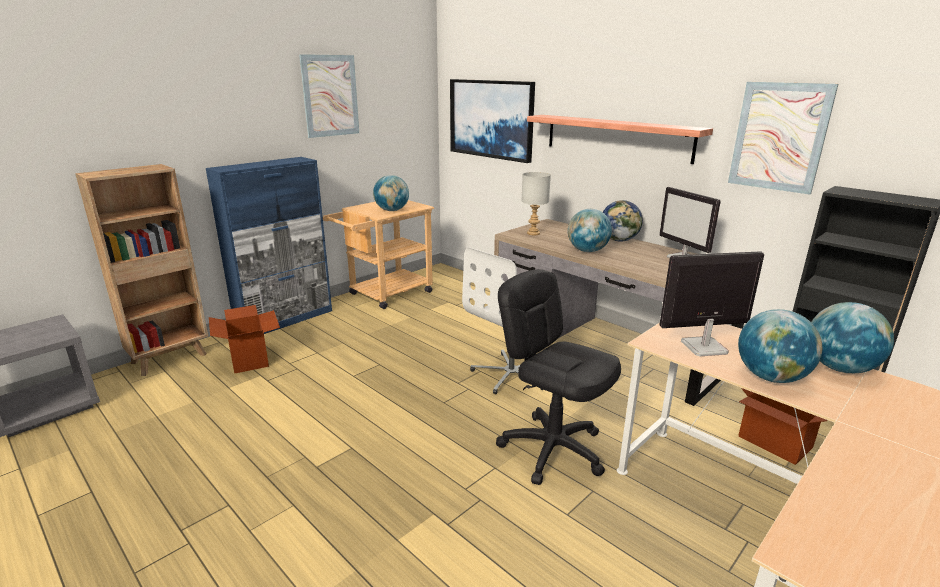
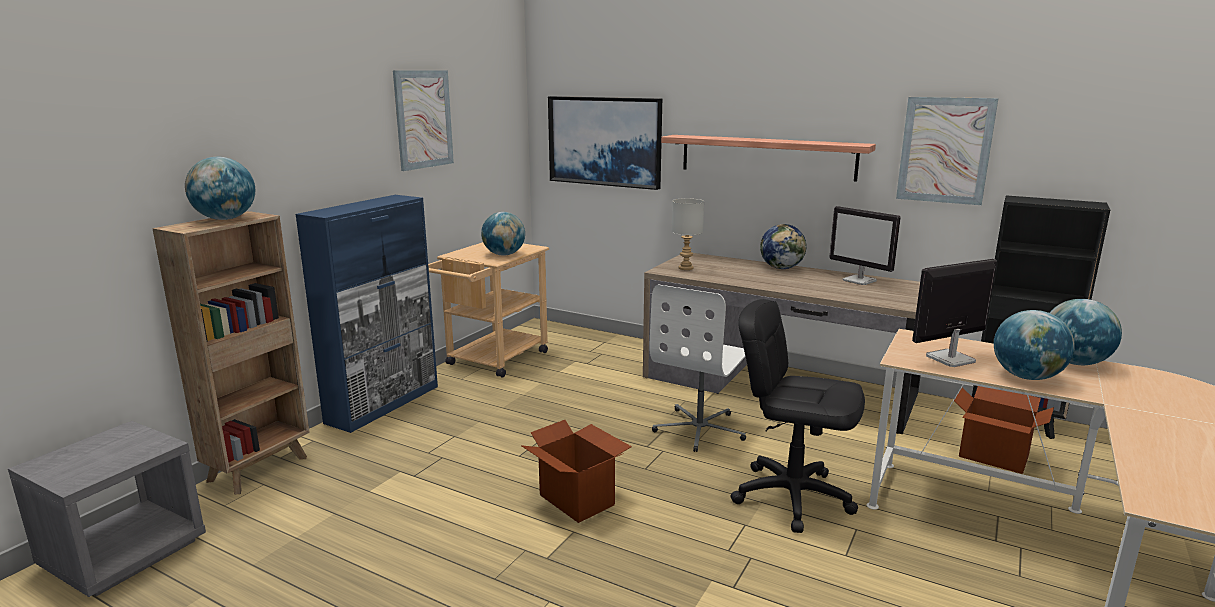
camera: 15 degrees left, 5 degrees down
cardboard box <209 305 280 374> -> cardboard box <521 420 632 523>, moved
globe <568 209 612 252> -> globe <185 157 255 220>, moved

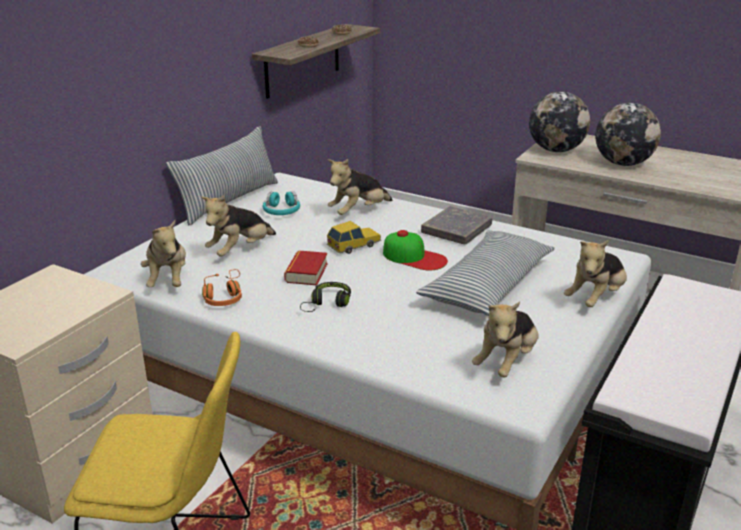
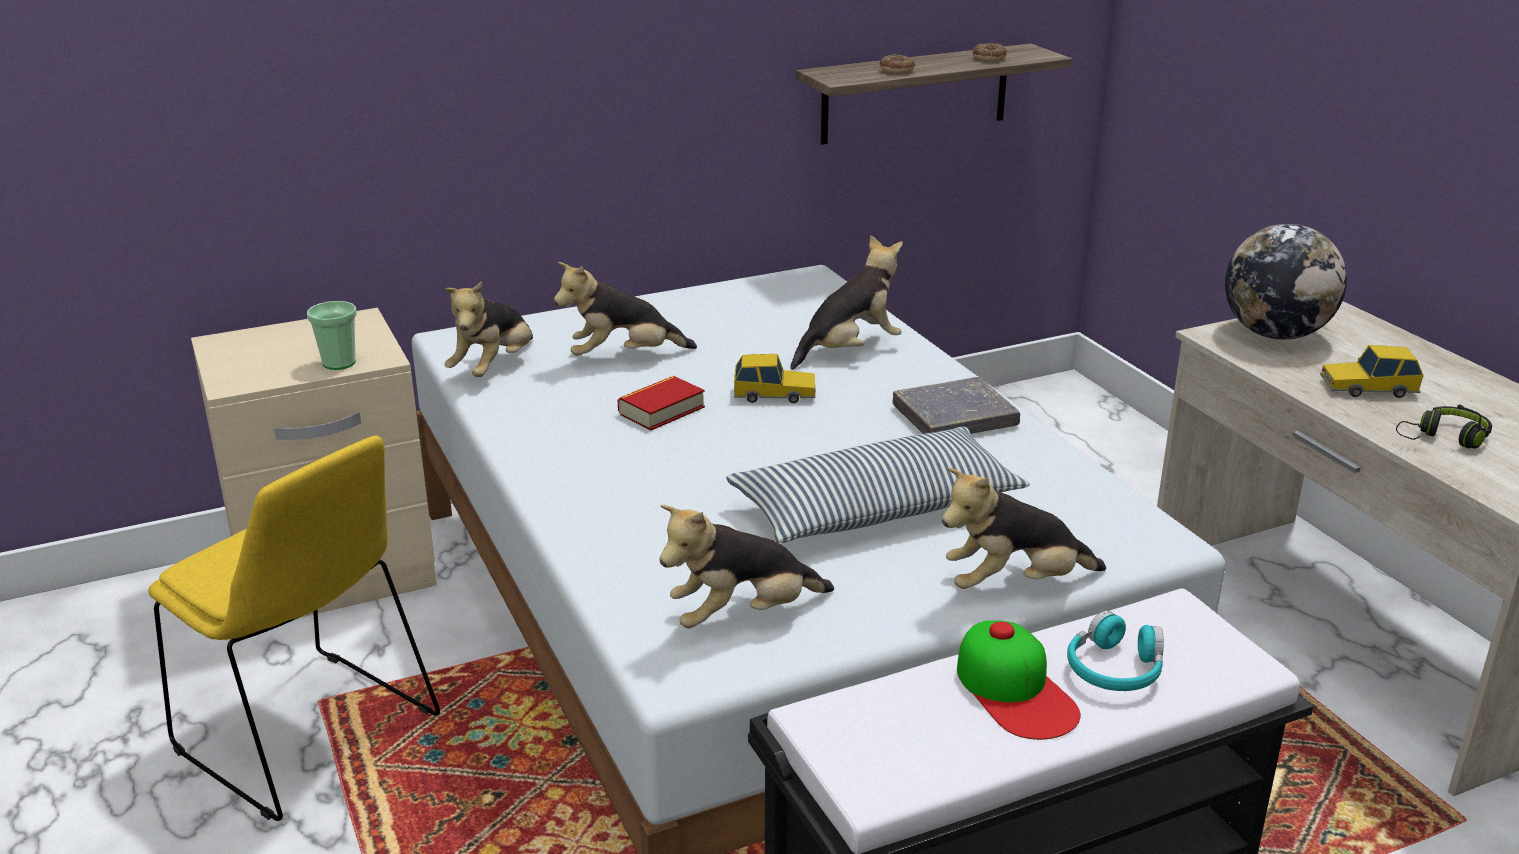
camera: 35 degrees right, 0 degrees up
pillow <166 126 278 225> -> none
orange headphones <202 269 242 306> -> none
turquoise headphones <263 191 300 215> -> turquoise headphones <1067 611 1164 691>, moved
black headphones <300 282 351 312> -> black headphones <1396 404 1492 449>, moved
plush toy <328 159 392 215> -> plush toy <790 235 903 370>, 150 degrees clockwise
cap <383 230 448 271> -> cap <957 620 1081 740>, moved
globe <595 103 661 166> -> toy car <1320 345 1424 398>
none -> cup <307 301 357 370>

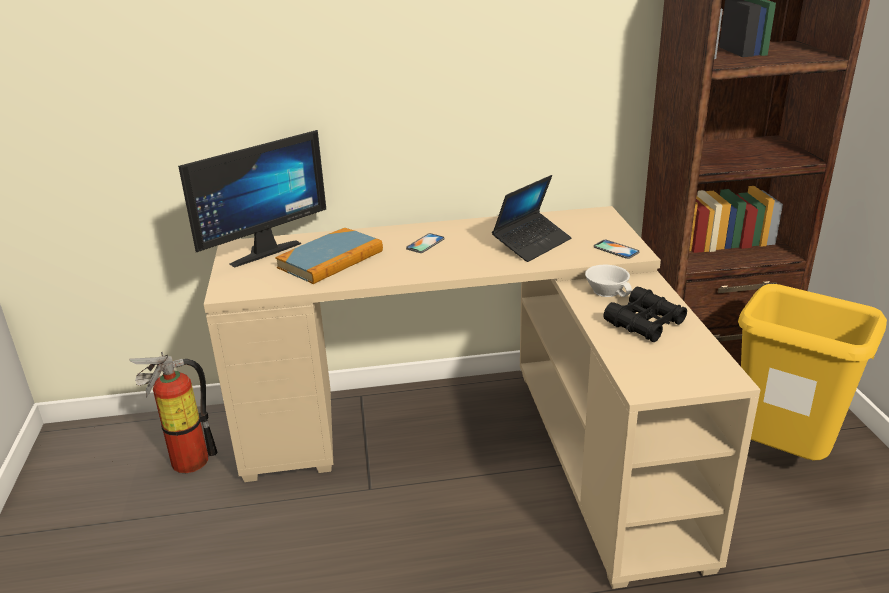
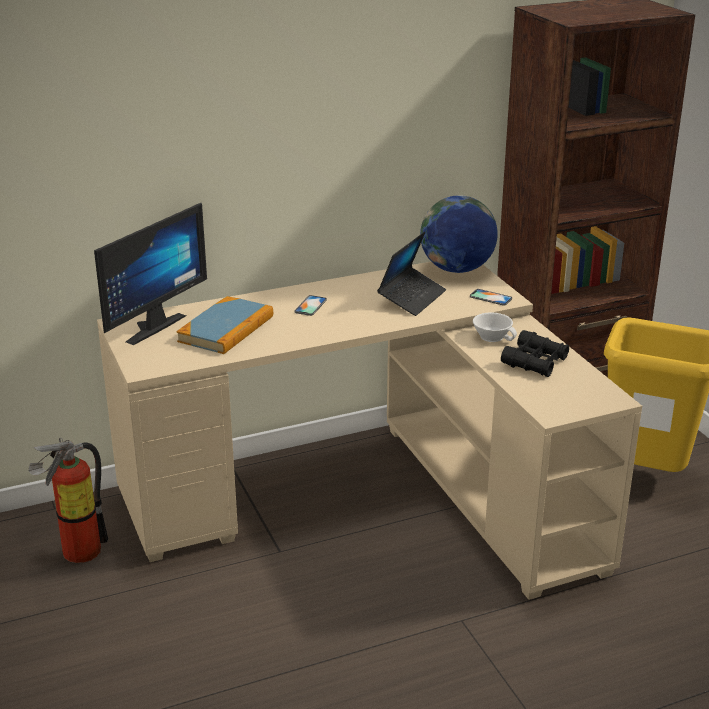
camera: 15 degrees left, 0 degrees up
none -> globe <420 195 498 273>

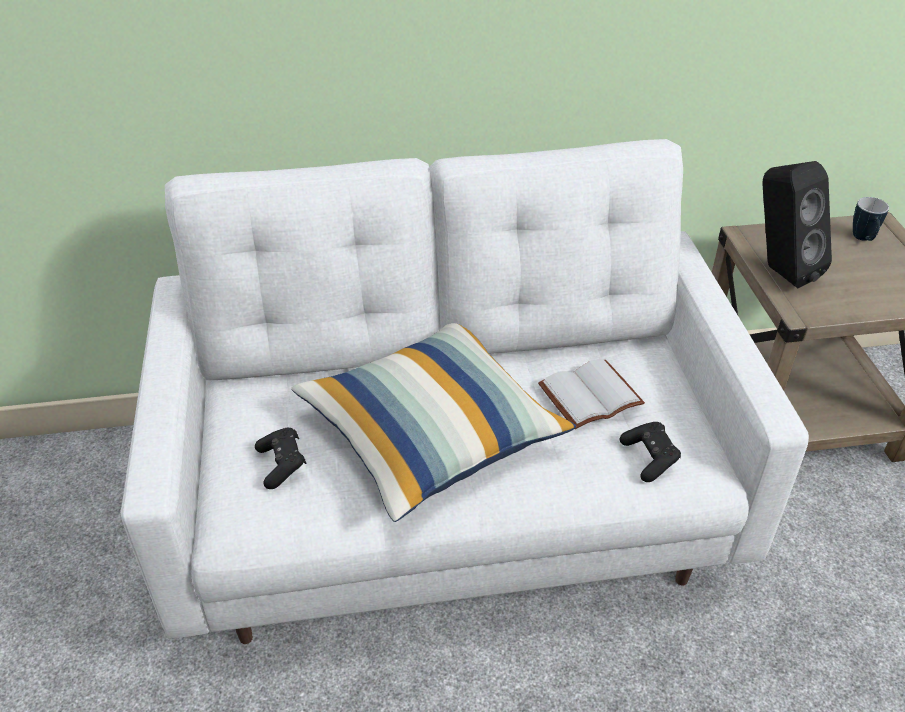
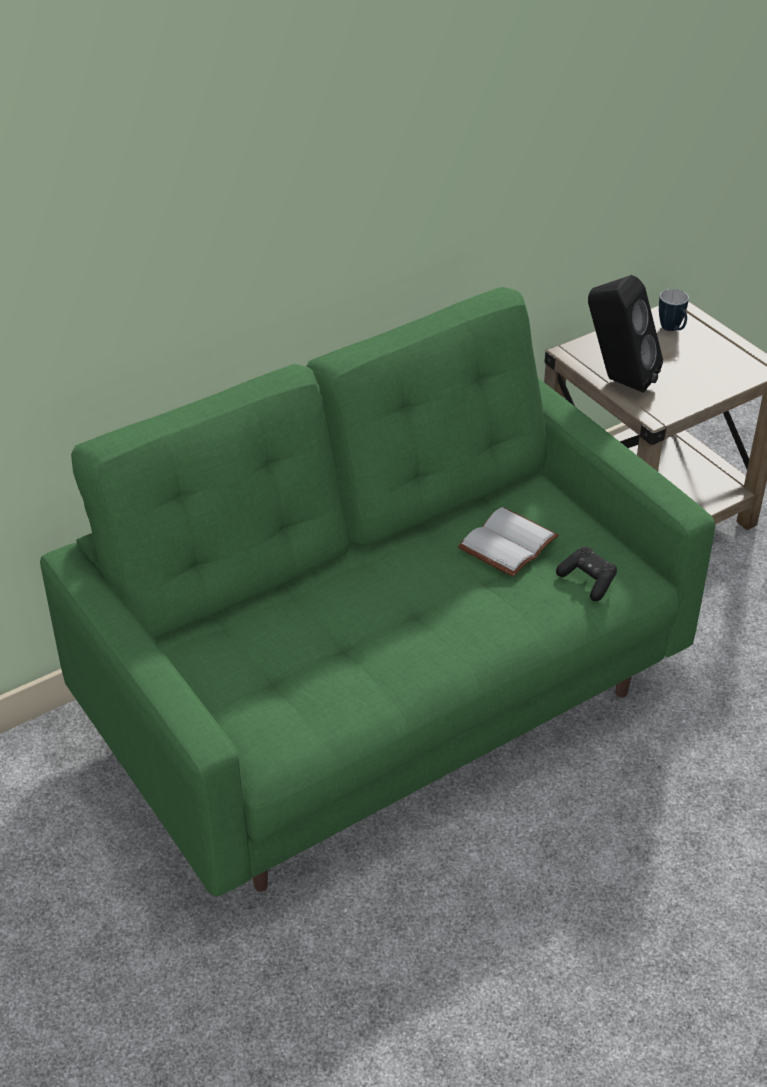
camera: 25 degrees left, 0 degrees up
white sofa <120 139 809 644> -> green sofa <40 287 715 897>
black game controller <255 428 306 489> -> none
pillow <291 323 576 522> -> none

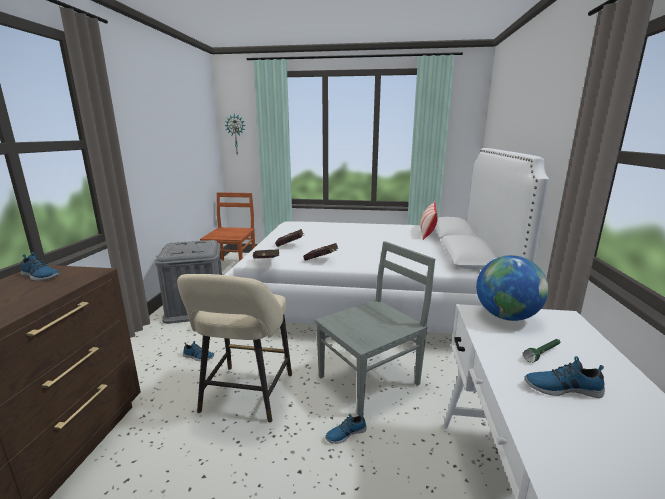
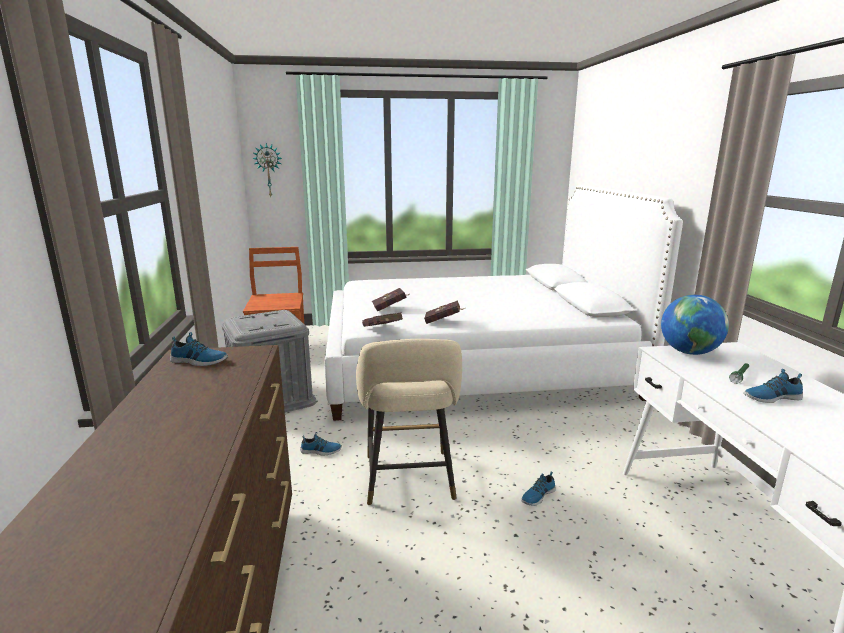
camera: 15 degrees left, 0 degrees up
grey chair <315 241 435 416> -> none
pillow <420 201 438 240> -> none

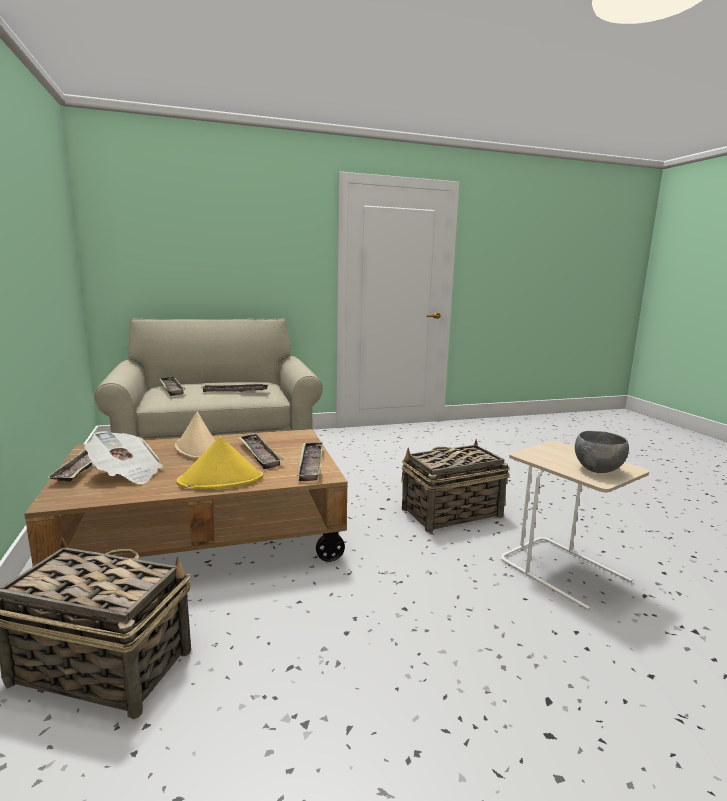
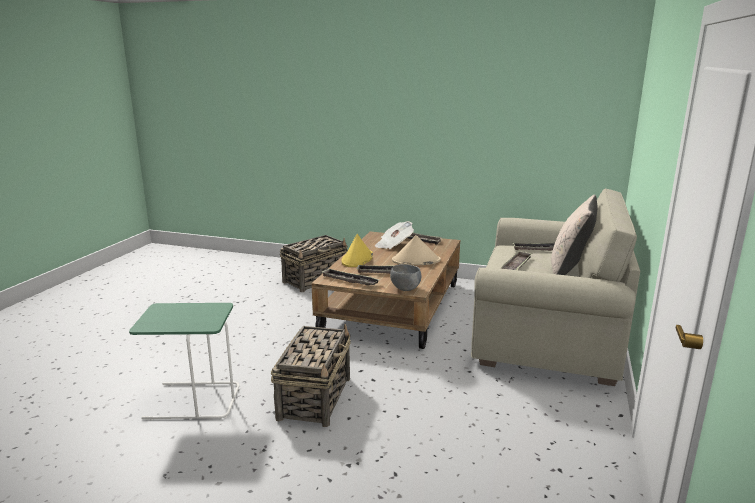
camera: 125 degrees right, 5 degrees up
beige side table <500 441 649 611> -> green side table <129 303 240 420>
grey bowl <575 431 629 473> -> grey bowl <390 264 421 291>, moved
none -> beige pillow <551 195 598 275>

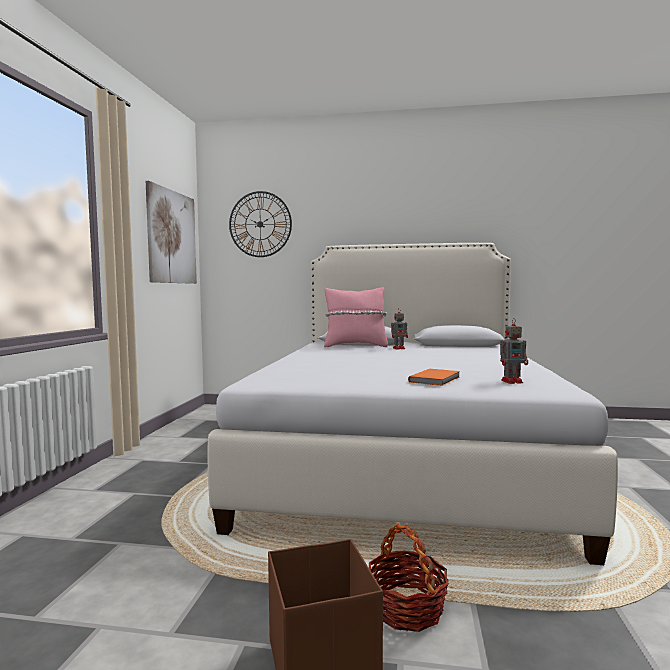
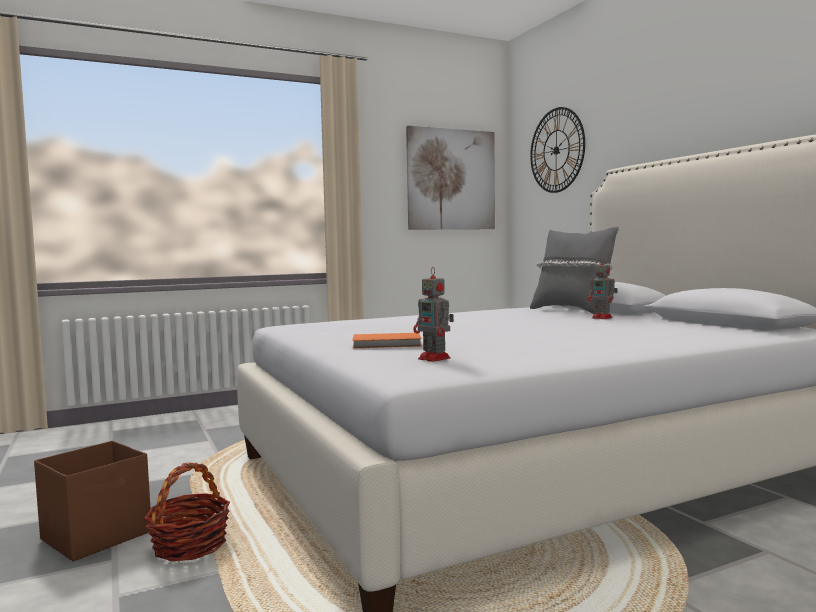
camera: 55 degrees right, 0 degrees up
pink pillow <324 287 388 347> -> grey pillow <530 227 619 314>

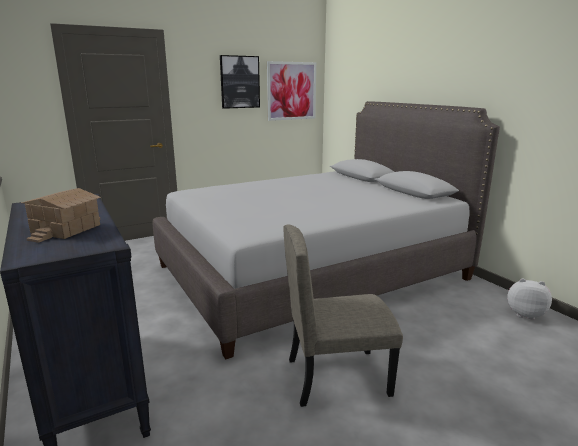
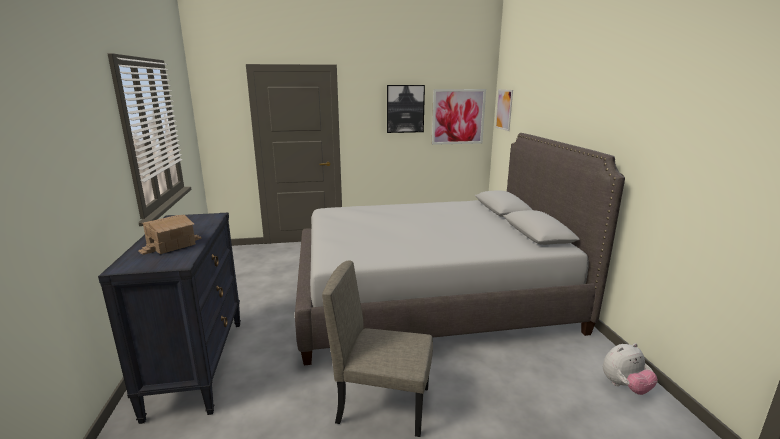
camera: 20 degrees right, 0 degrees up
plush toy <507 278 552 320> -> plush toy <603 343 658 395>, 120 degrees clockwise
none -> picture <495 89 513 131>

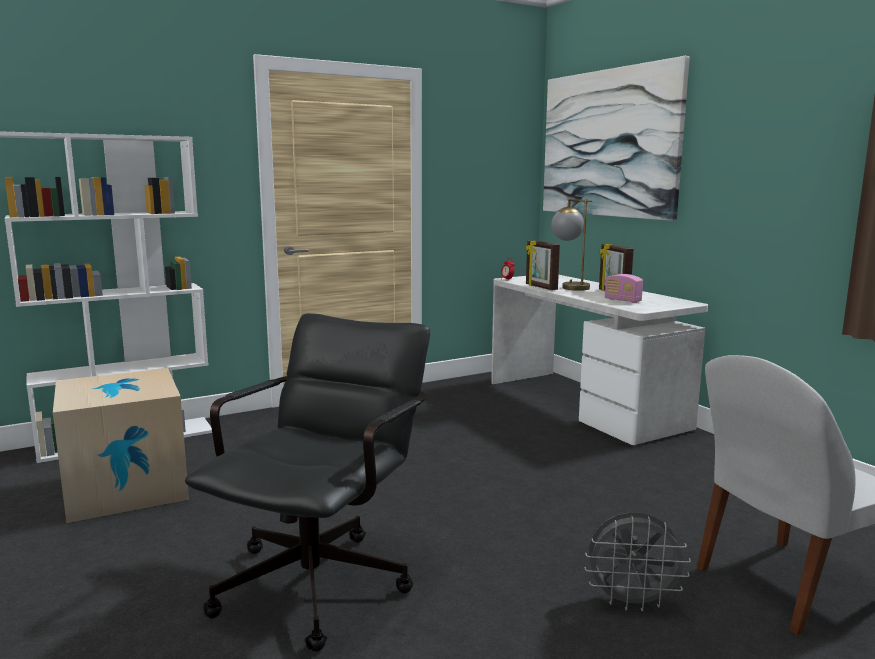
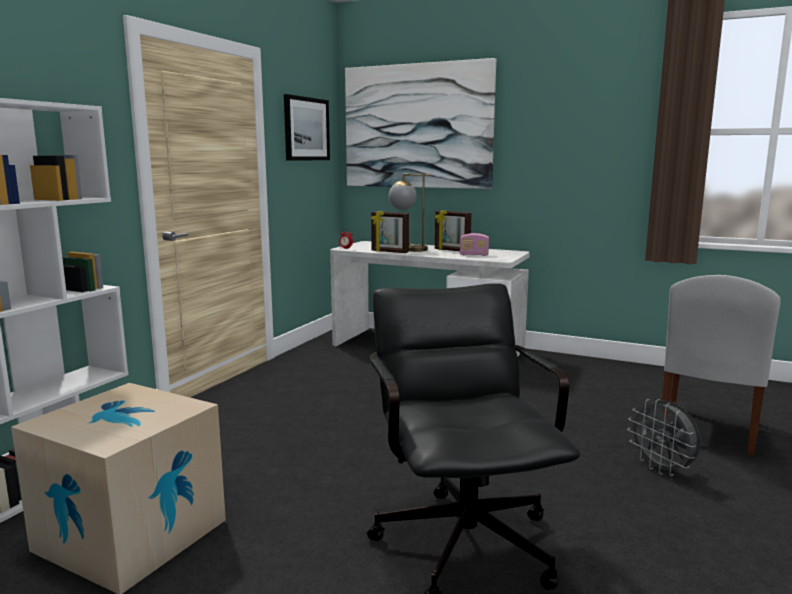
camera: 35 degrees left, 0 degrees up
grey fan <584 512 691 612> -> grey fan <627 399 701 476>, 90 degrees clockwise
none -> picture <284 94 330 161>

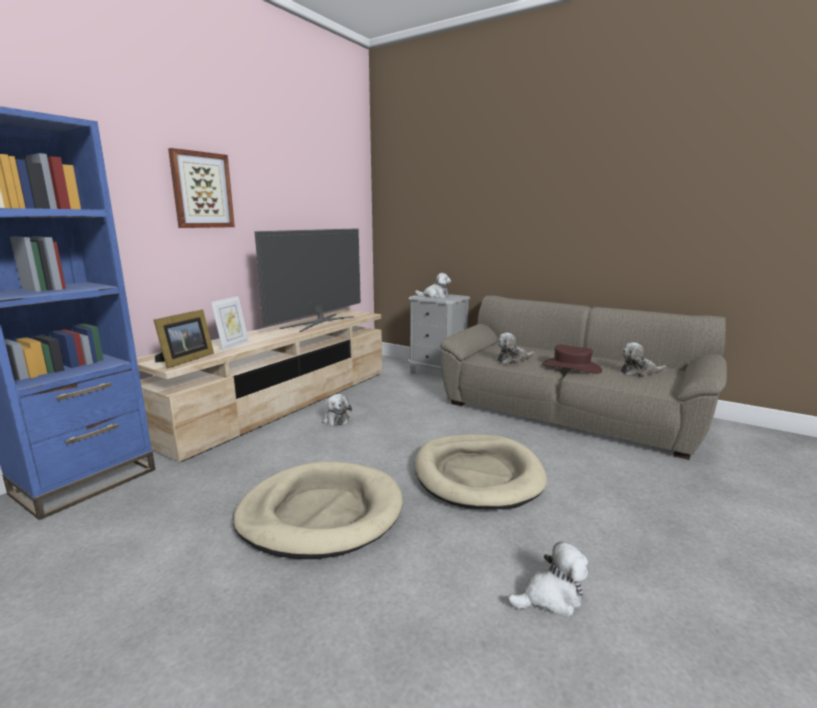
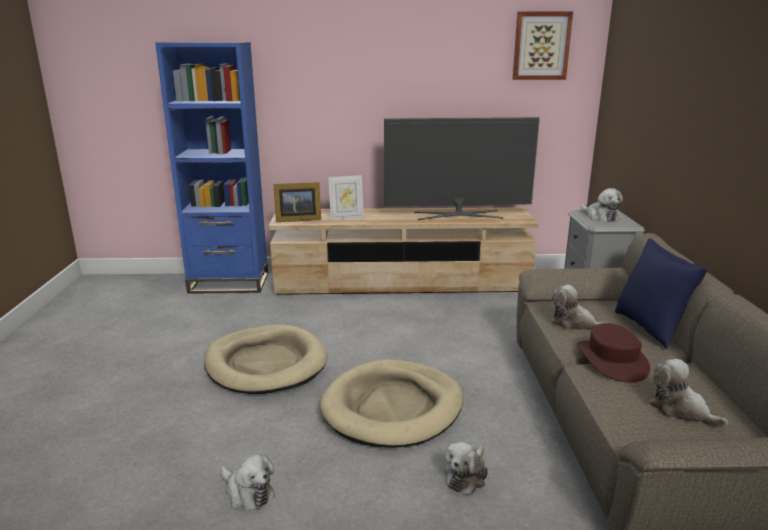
camera: 55 degrees right, 5 degrees up
picture <168 148 235 228> -> picture <513 11 573 80>, moved
plush toy <322 394 352 426> -> plush toy <444 442 488 496>, moved
none -> blue pillow <615 238 709 349>

